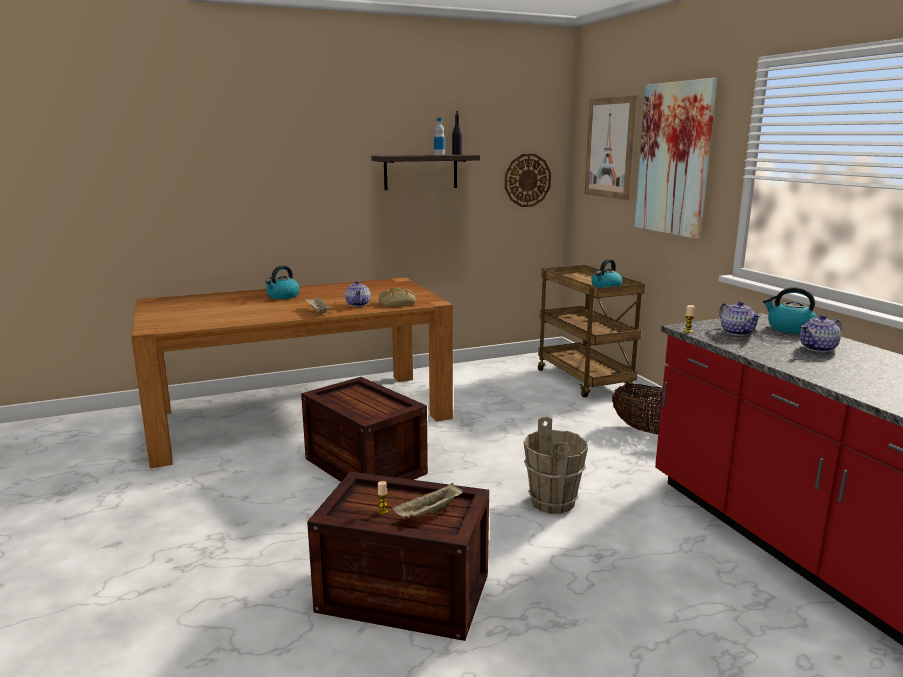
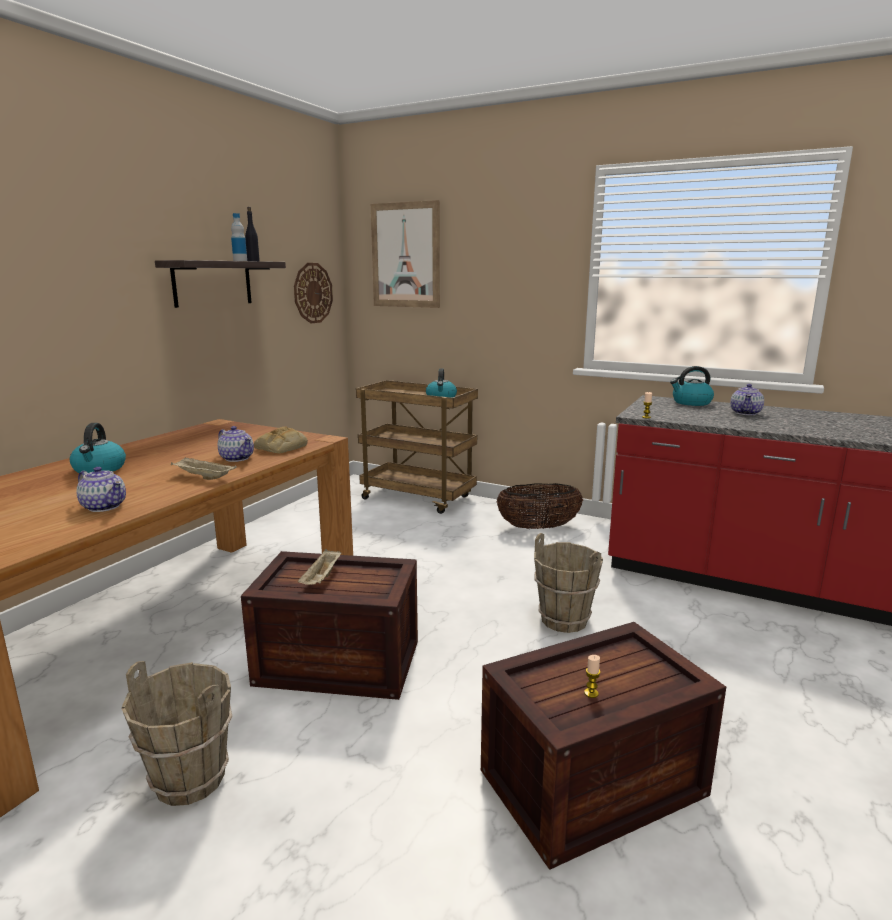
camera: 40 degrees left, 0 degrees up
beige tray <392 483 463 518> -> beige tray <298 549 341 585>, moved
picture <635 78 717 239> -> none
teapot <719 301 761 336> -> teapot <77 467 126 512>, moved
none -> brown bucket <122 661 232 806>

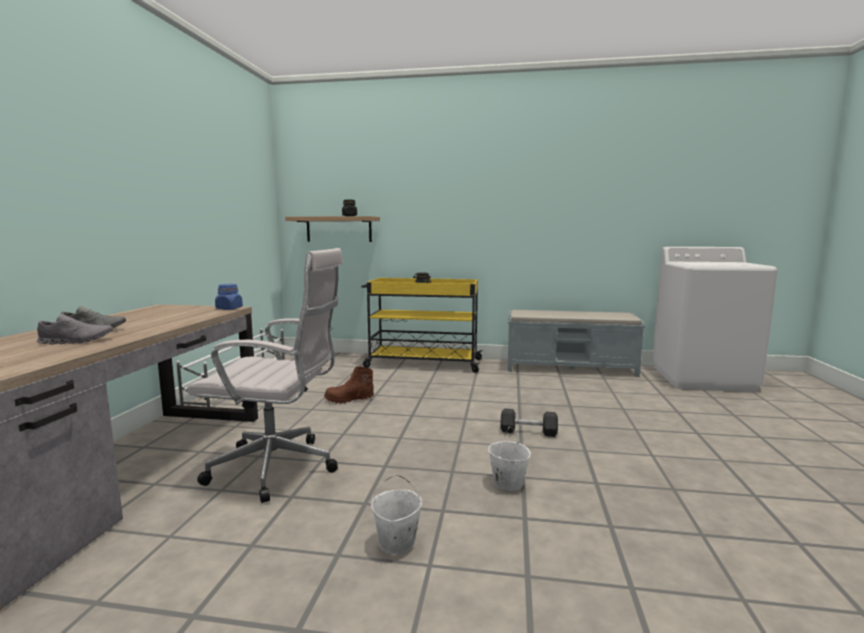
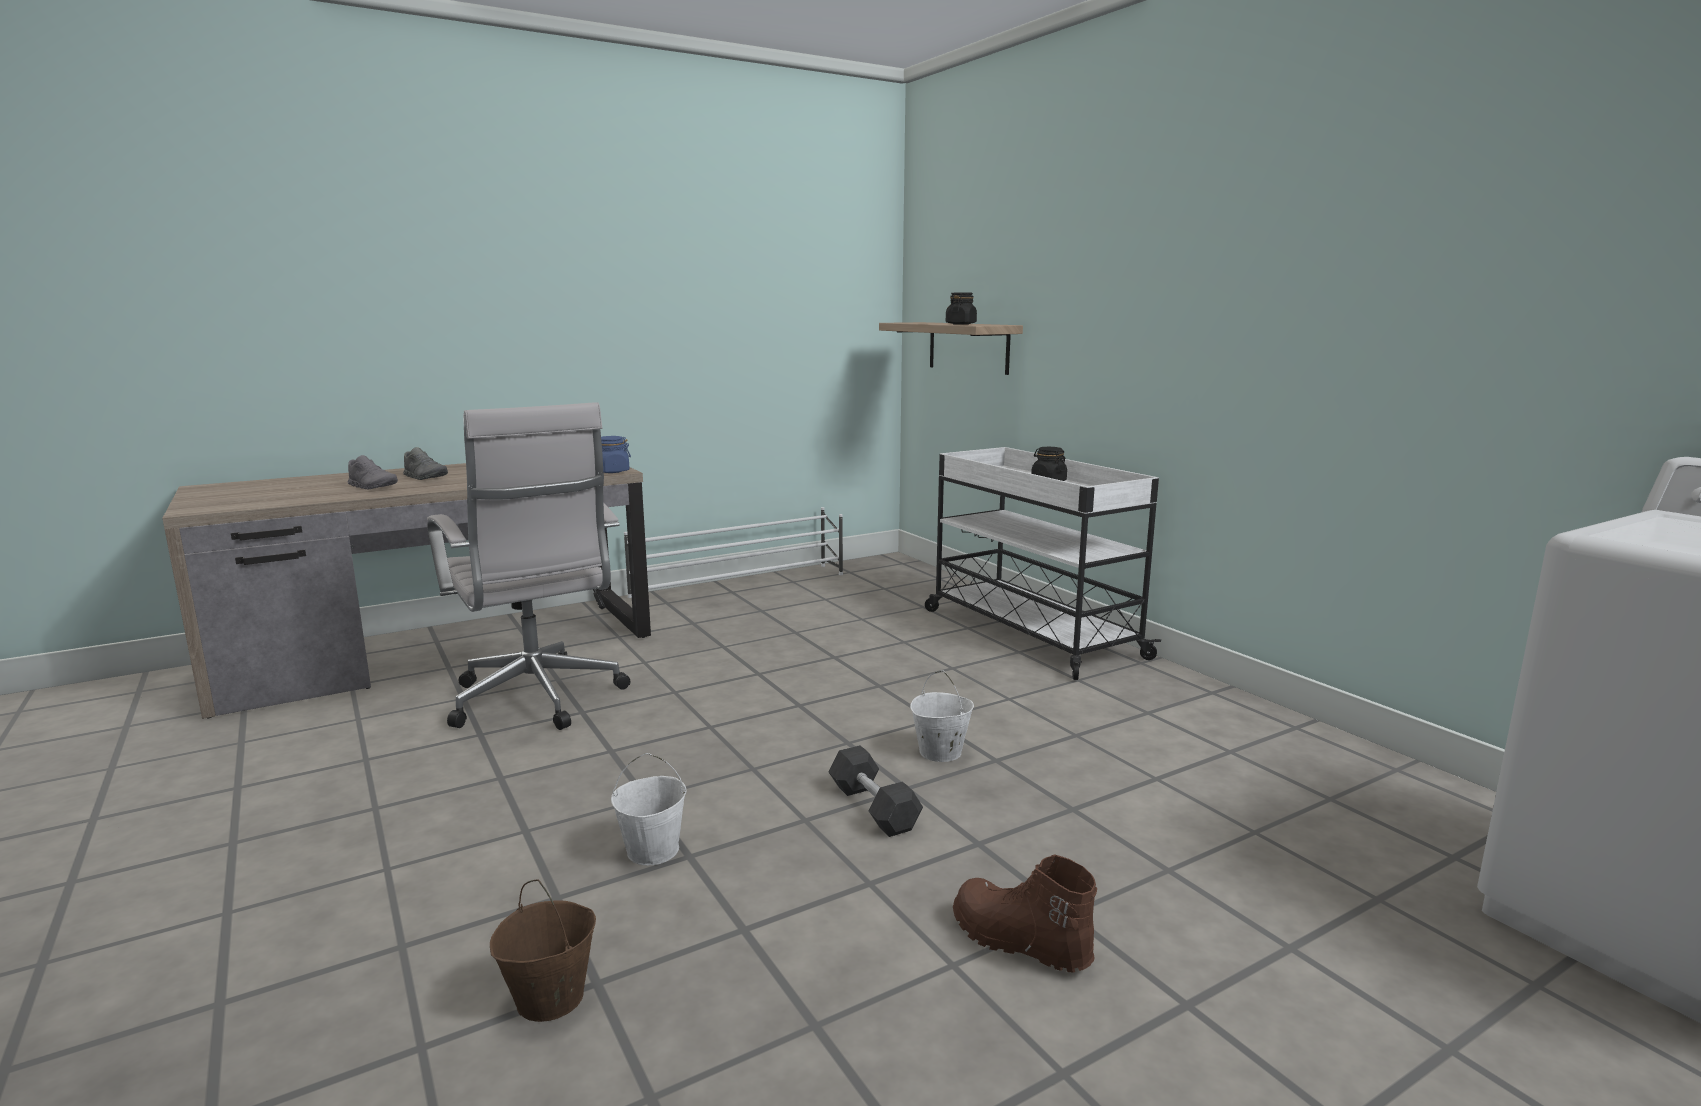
camera: 50 degrees right, 5 degrees up
brown boot <324 367 374 404> -> brown boot <953 854 1097 973>, moved
yellow cart <362 278 483 373> -> white cart <925 447 1161 680>
white bucket <371 474 422 555> -> white bucket <910 670 974 762>, moved
grey bench <508 309 645 377> -> none
none -> brown bucket <490 879 596 1022>

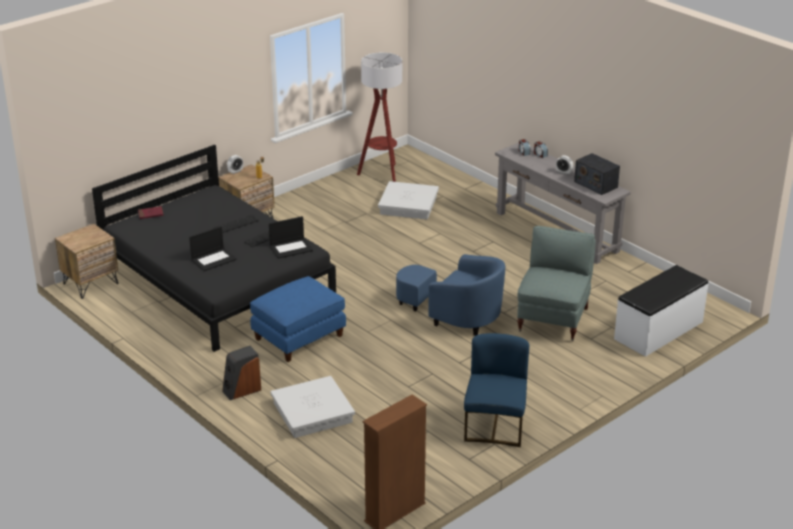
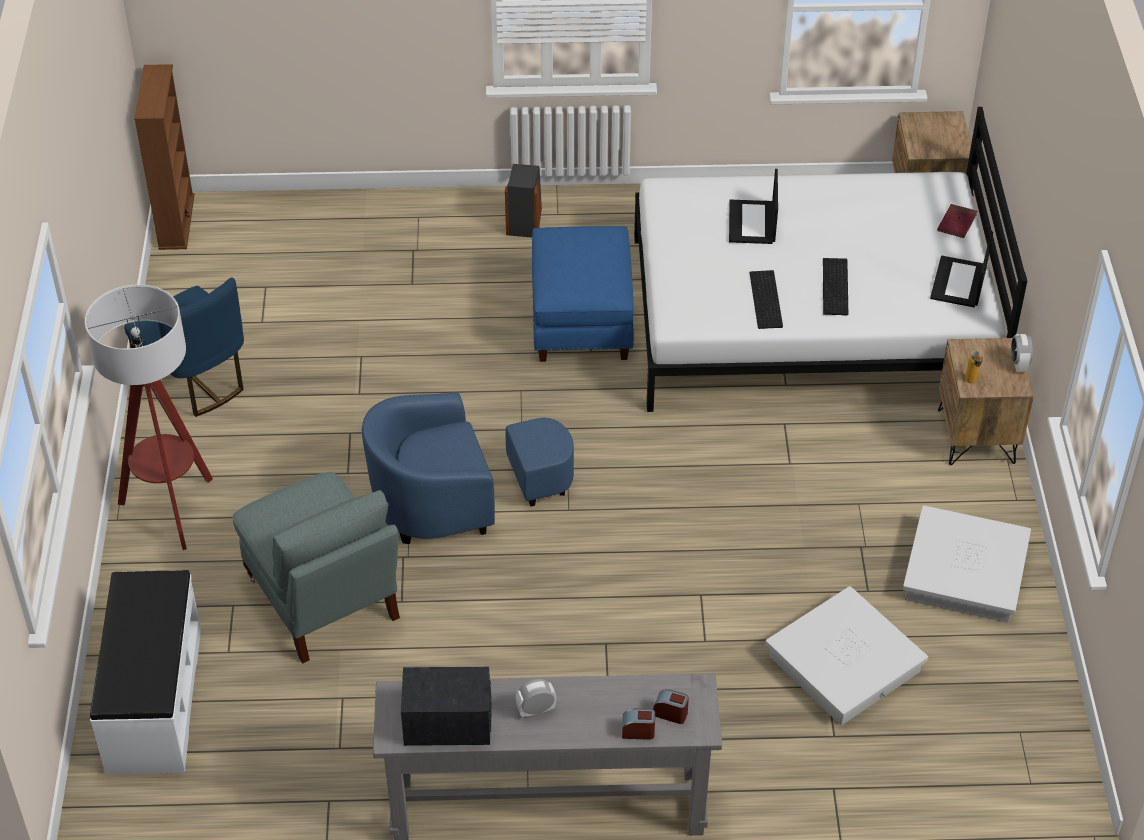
camera: 130 degrees right, 15 degrees up
black bed <92 145 336 352> -> white bed <634 107 1027 412>
laptop <269 216 313 259> -> laptop <930 231 993 307>, moved
white storage box <270 376 355 438> -> white storage box <903 505 1031 623>, moved
floor lamp <357 52 402 182> -> floor lamp <85 284 213 550>, moved

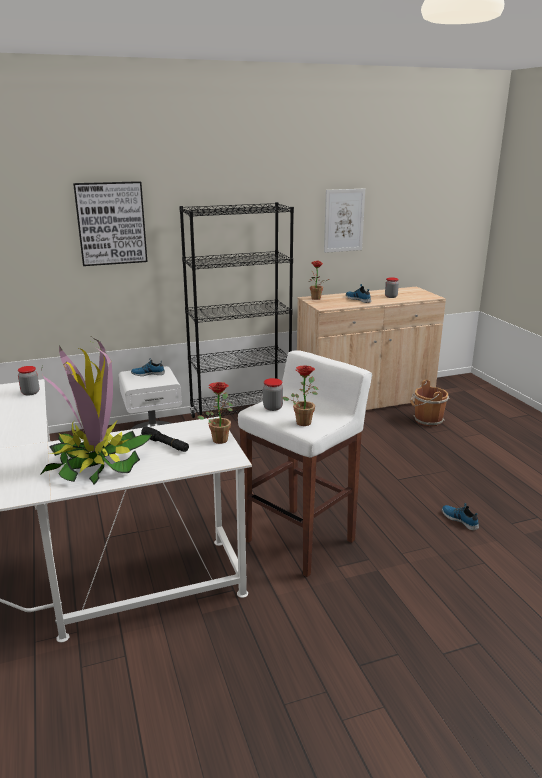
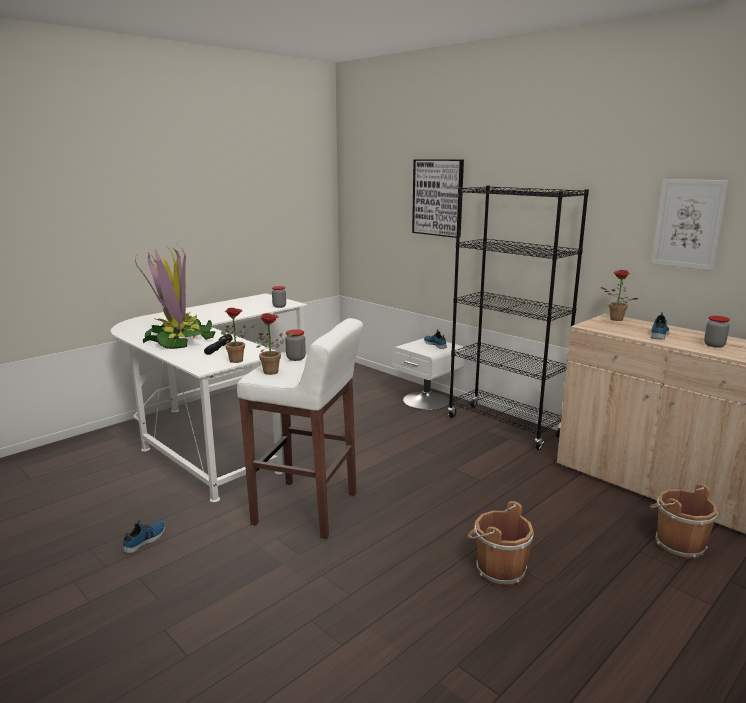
camera: 65 degrees right, 5 degrees down
shoe <442 503 479 530> -> shoe <123 520 165 553>, moved
none -> brown bucket <468 501 534 586>

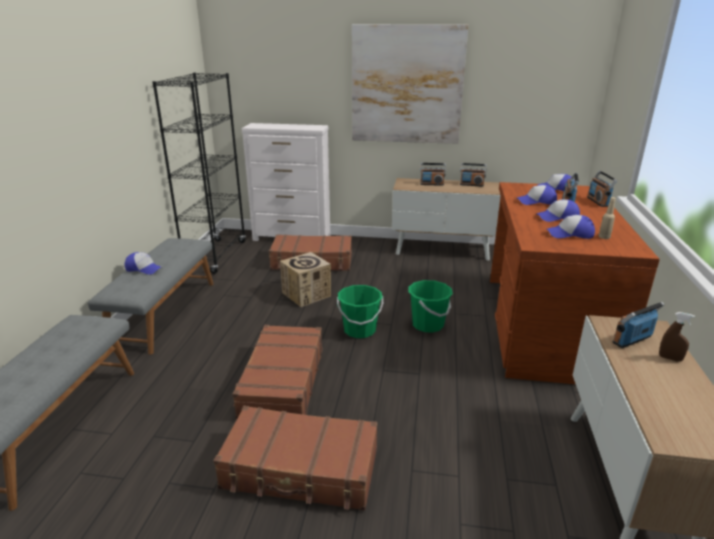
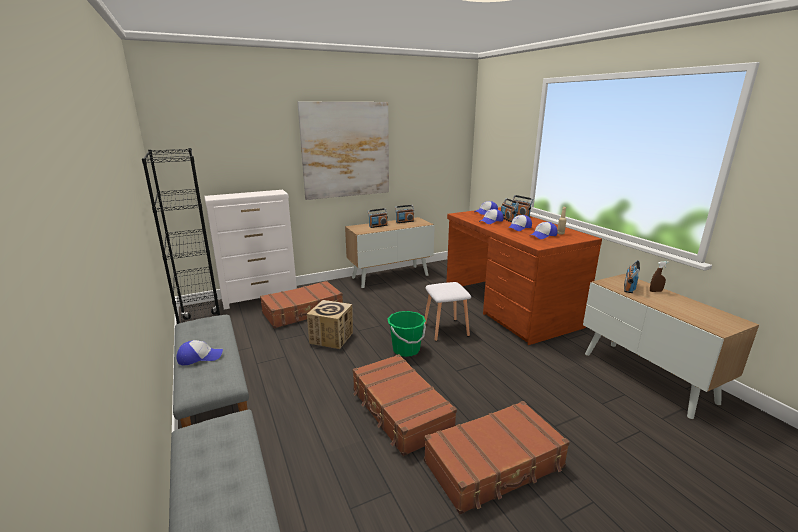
camera: 35 degrees left, 5 degrees down
green bucket <409 280 453 333> -> white stool <425 282 471 341>

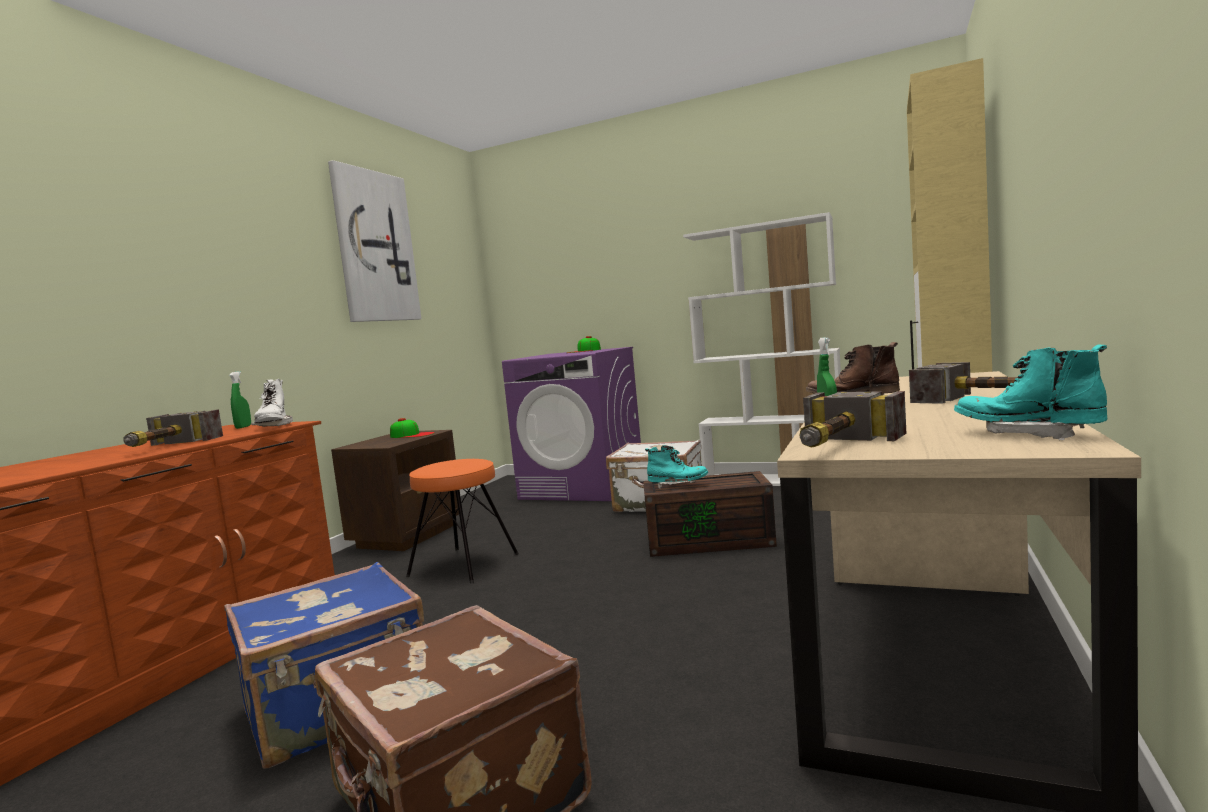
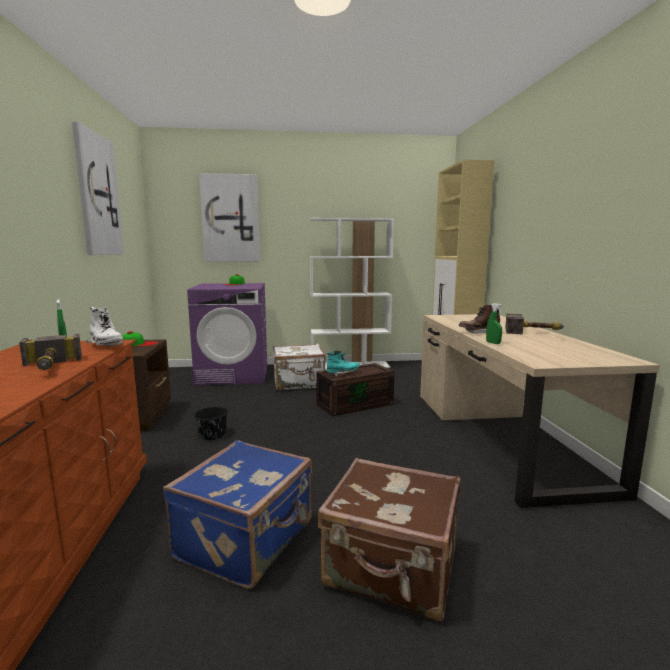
camera: 30 degrees left, 5 degrees up
orange stool <406 459 519 584> -> black bucket <194 395 228 440>
hammer <799 391 907 448> -> none
turquoise boot <954 345 1108 440> -> none
none -> picture <199 173 260 262>

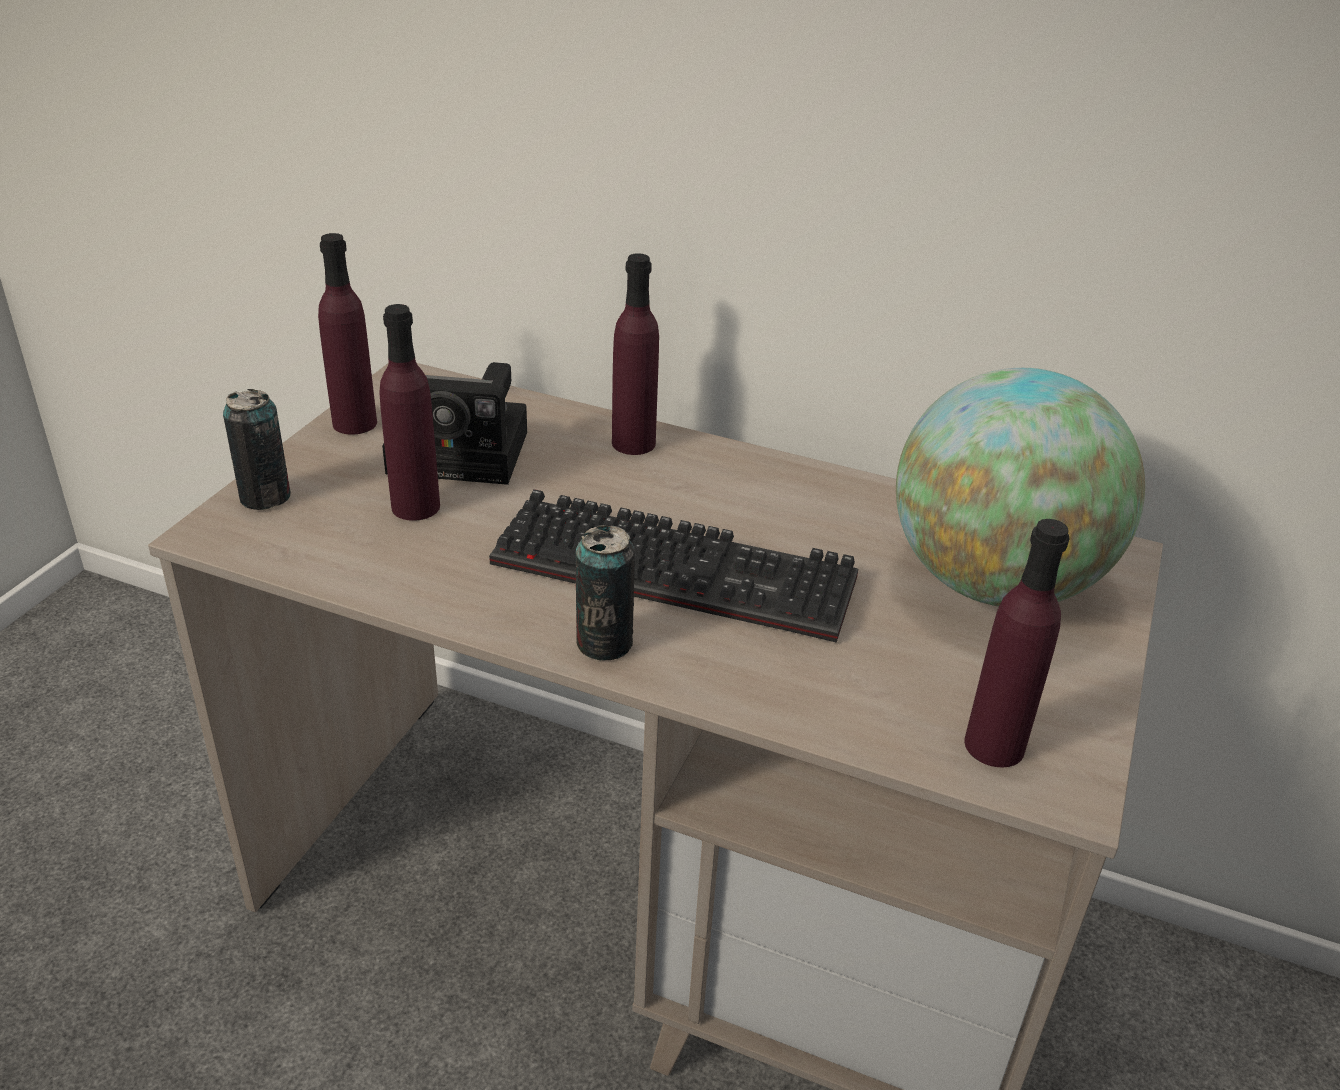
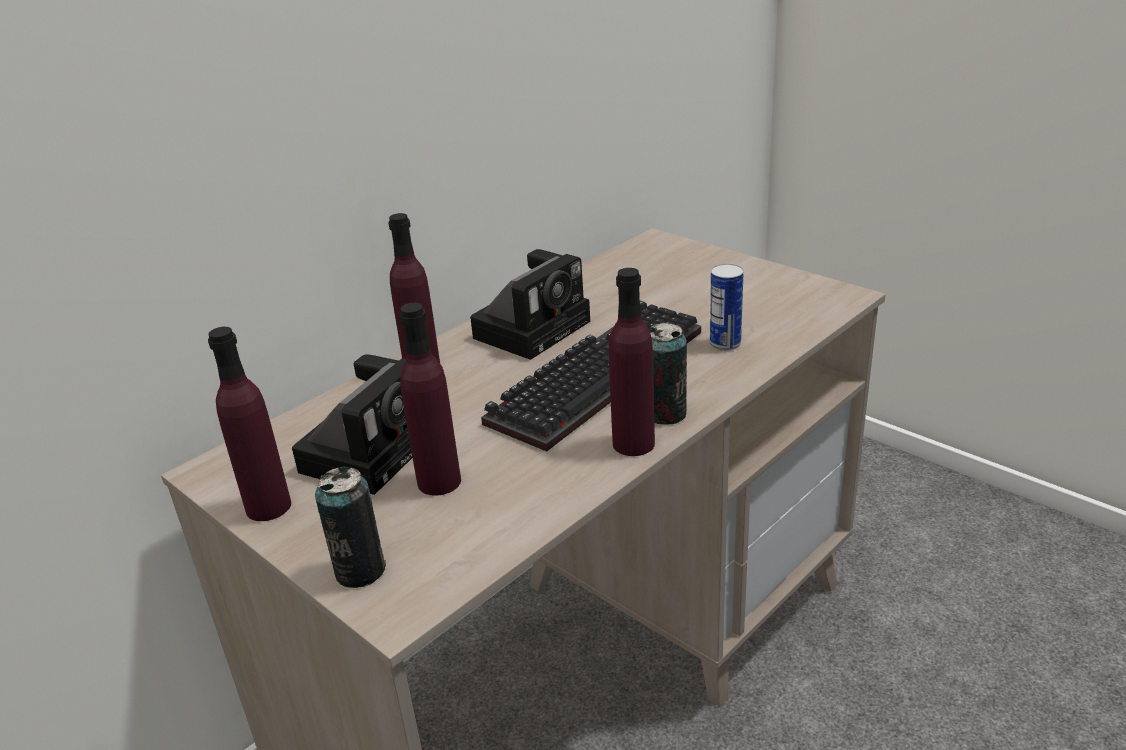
camera: 65 degrees left, 5 degrees down
globe <896 368 1145 606> -> none
purple bottle <964 519 1070 767> -> purple bottle <609 268 655 456>, moved
none -> photo camera <470 249 590 360>
none -> can <710 264 744 351>

